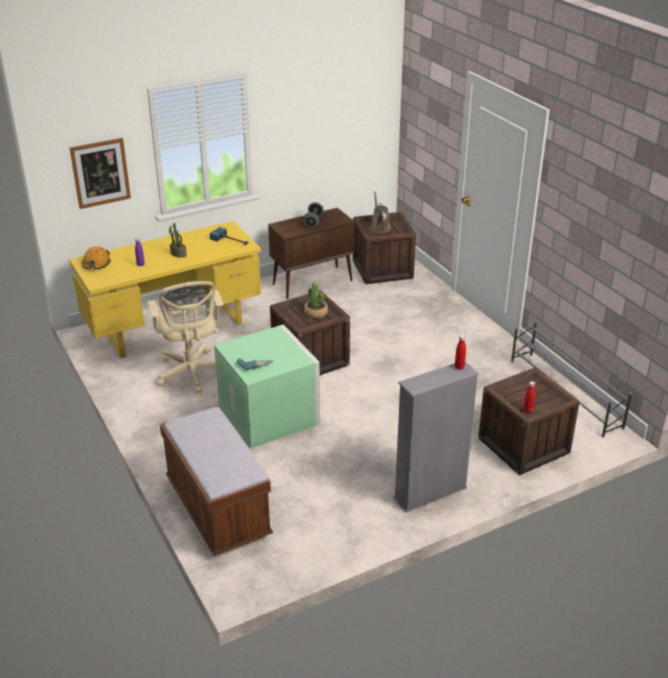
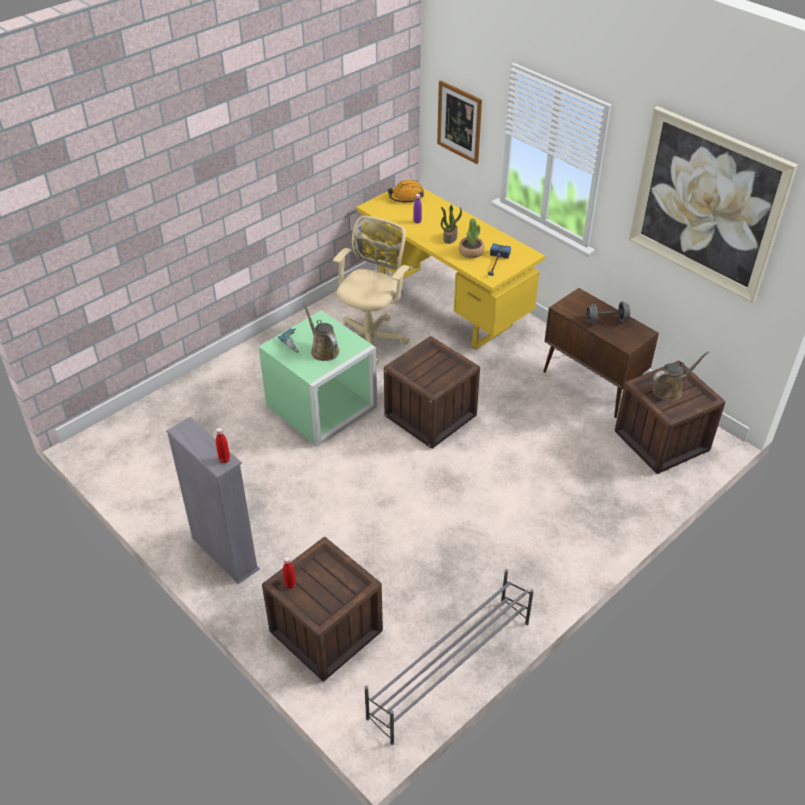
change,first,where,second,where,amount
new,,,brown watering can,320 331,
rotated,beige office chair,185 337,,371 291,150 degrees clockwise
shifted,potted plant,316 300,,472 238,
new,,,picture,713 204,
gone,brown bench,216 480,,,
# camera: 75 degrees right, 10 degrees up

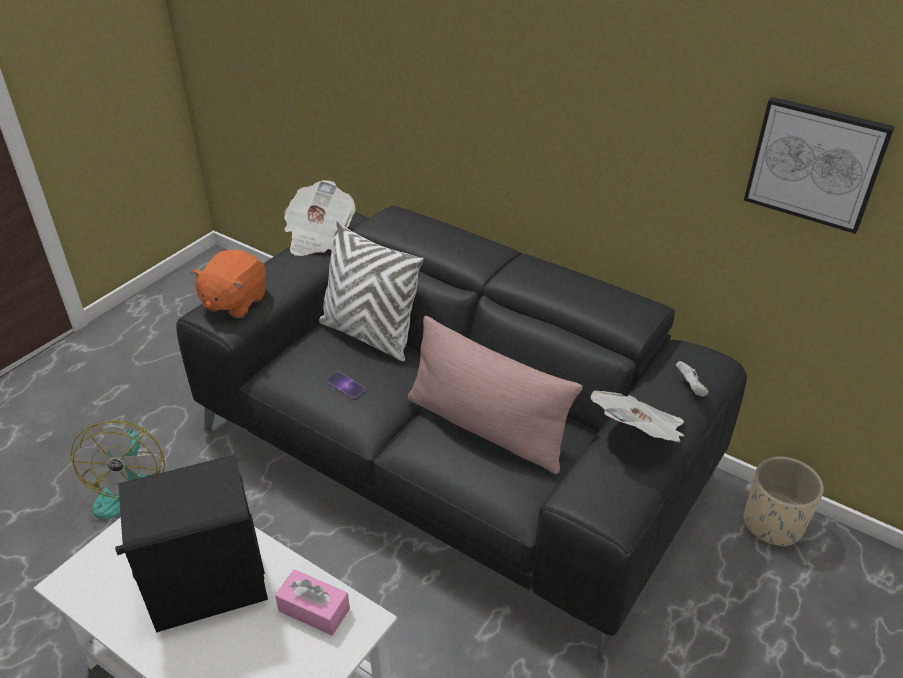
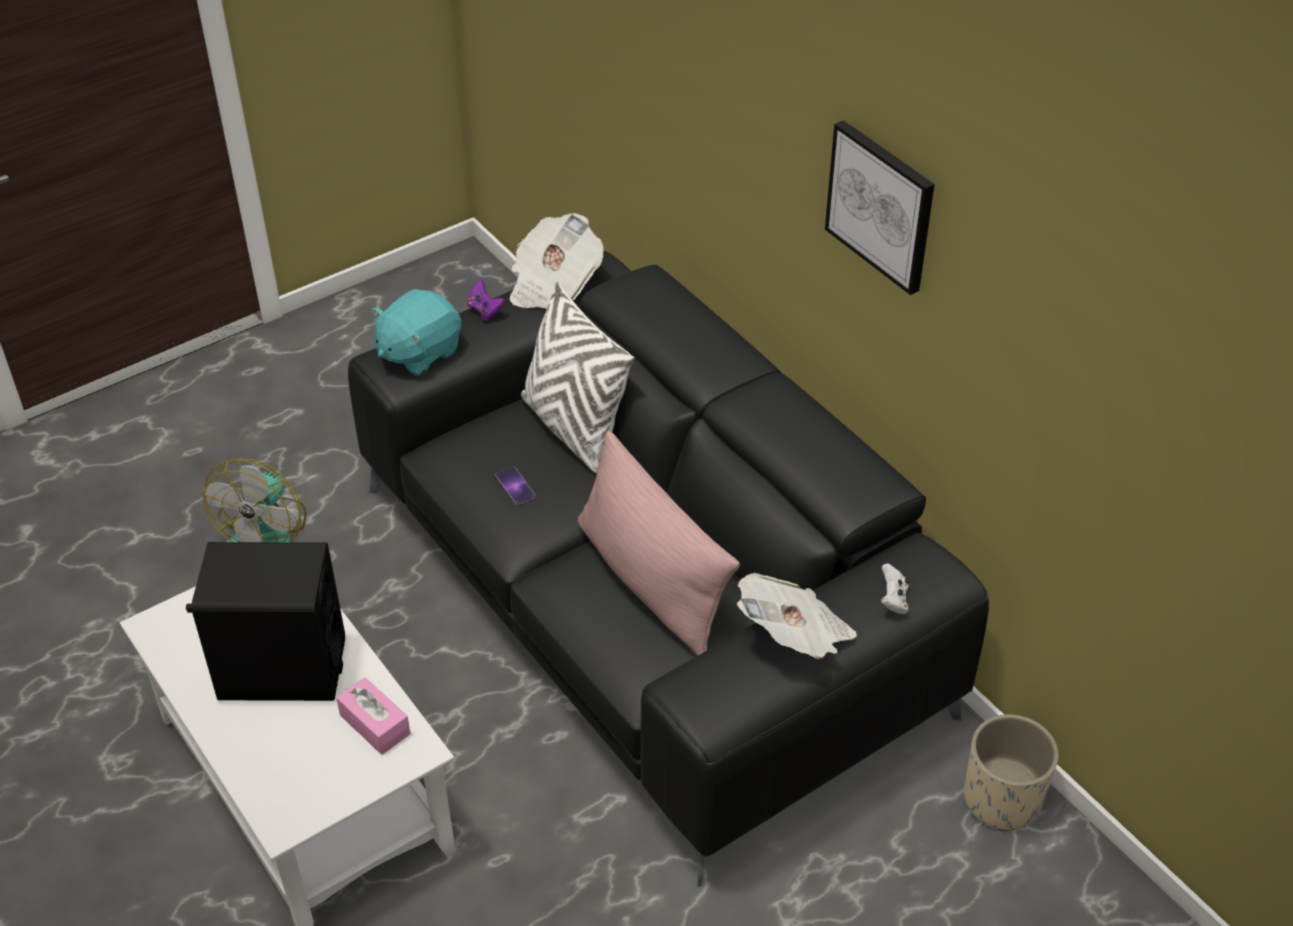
change,first,where,second,where,amount
repainted,orange plush toy,228 284,turquoise plush toy,417 332,
new,,,purple game controller,486 300,
shifted,picture,819 165,,880 207,
# camera: 20 degrees right, 5 degrees up

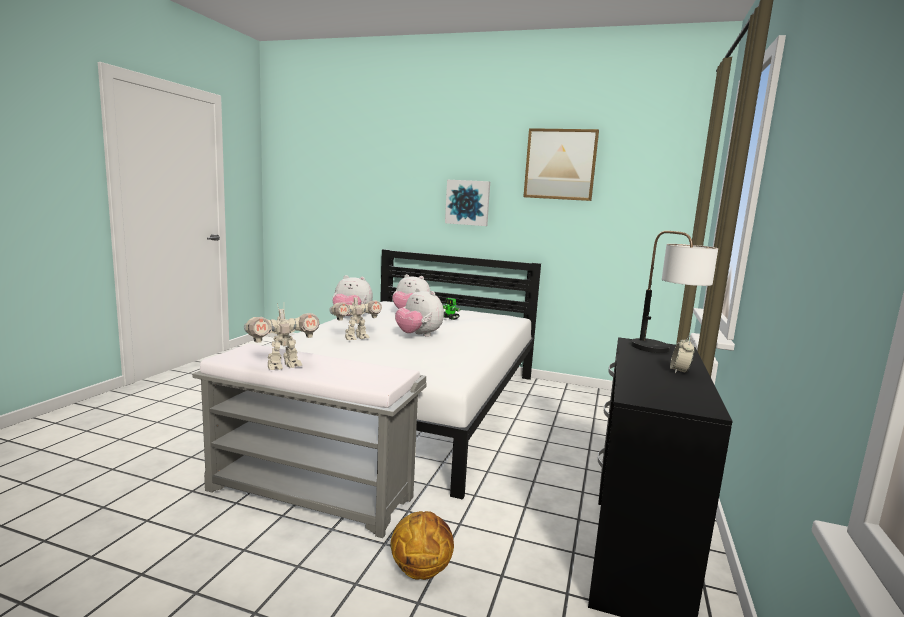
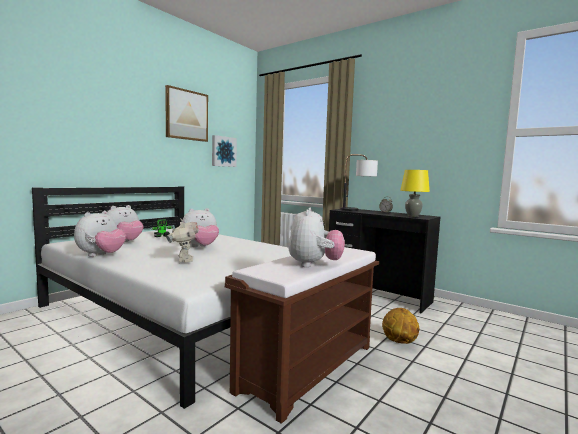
change,first,where,second,where,amount
shifted,picture,467 203,,224 151,
repainted,grey bench,309 441,brown bench,302 335,
swapped,toy robot,282 336,plush toy,316 237,
new,,,yellow table lamp,415 193,
# camera: 70 degrees left, 5 degrees down

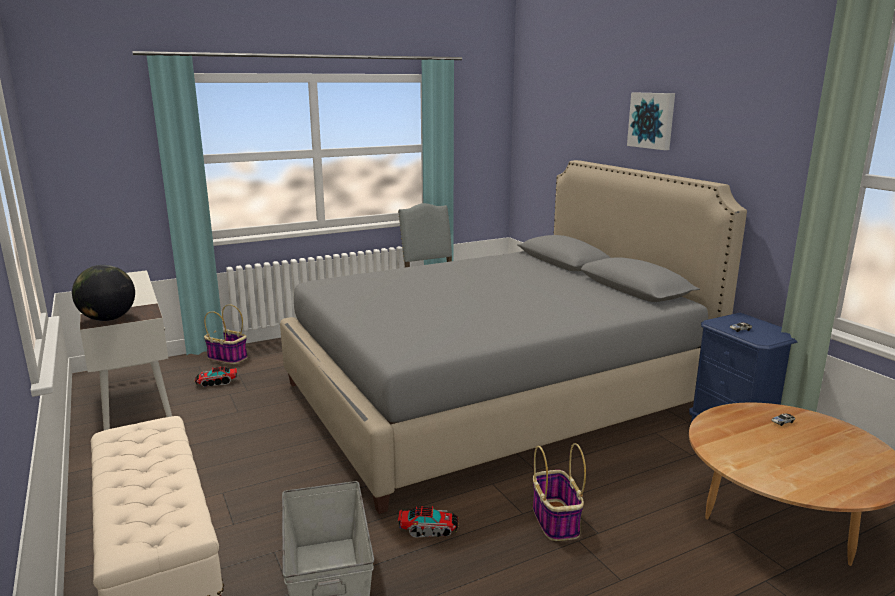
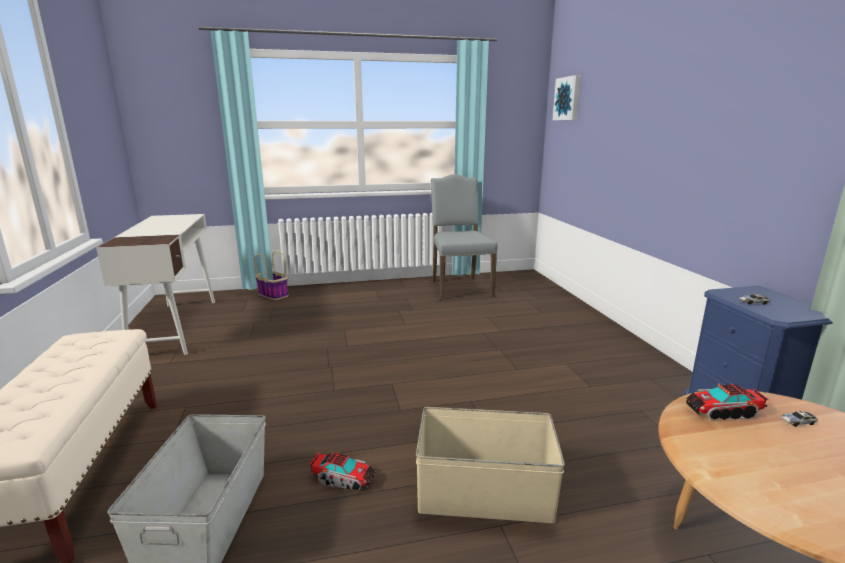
change,first,where,second,where,amount
swapped,basket,559 492,beige storage box,490 465,
shifted,picture,651 121,,567 97,
shifted,toy truck,215 377,,727 402,
gone,globe,103 293,,,
gone,grey bed,513 337,,,
# camera: 15 degrees right, 0 degrees up

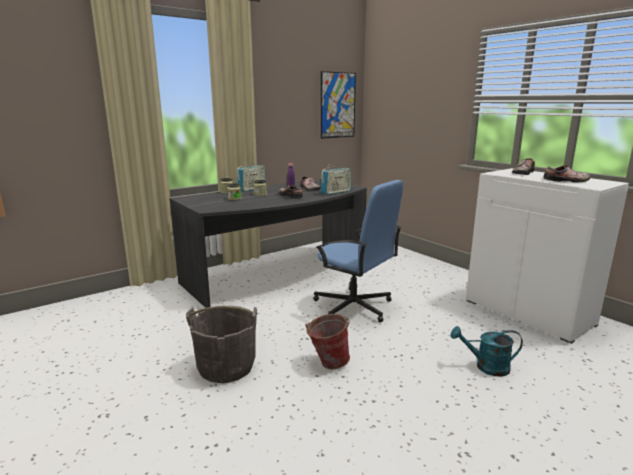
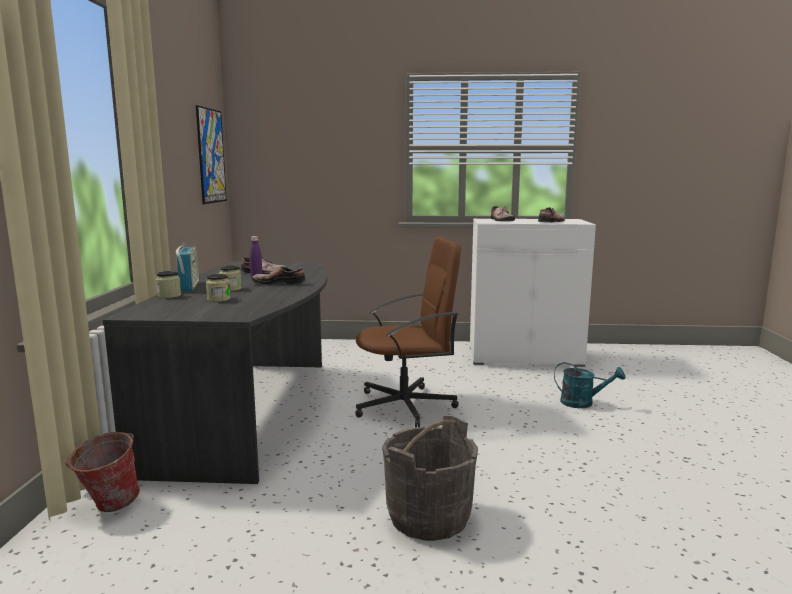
change,first,where,second,where,amount
shifted,bucket,327 341,,102 472,
repainted,blue office chair,358 251,brown office chair,408 332,
rotated,turquoise watering can,486 351,,590 385,120 degrees counterclockwise
gone,radio,336 180,,,
# camera: 50 degrees left, 5 degrees down

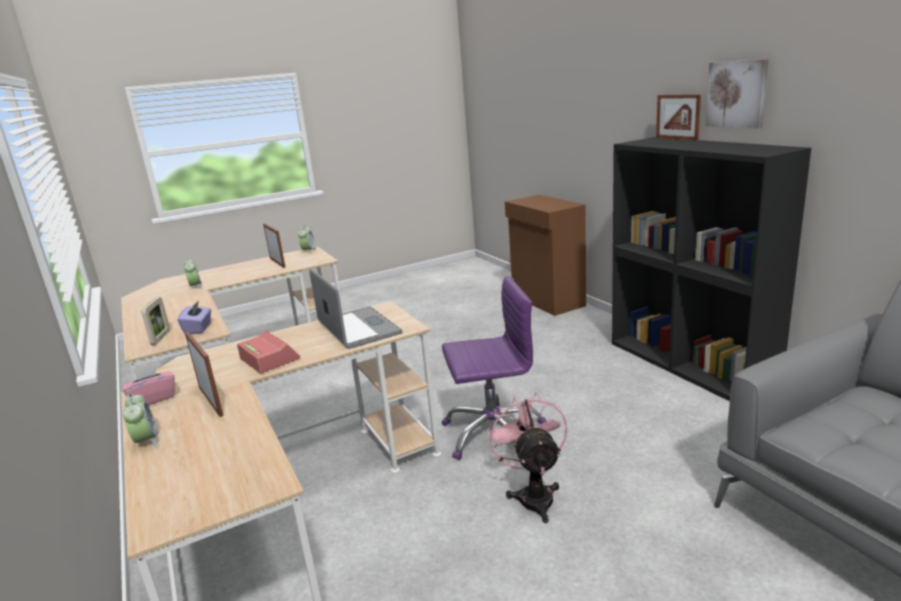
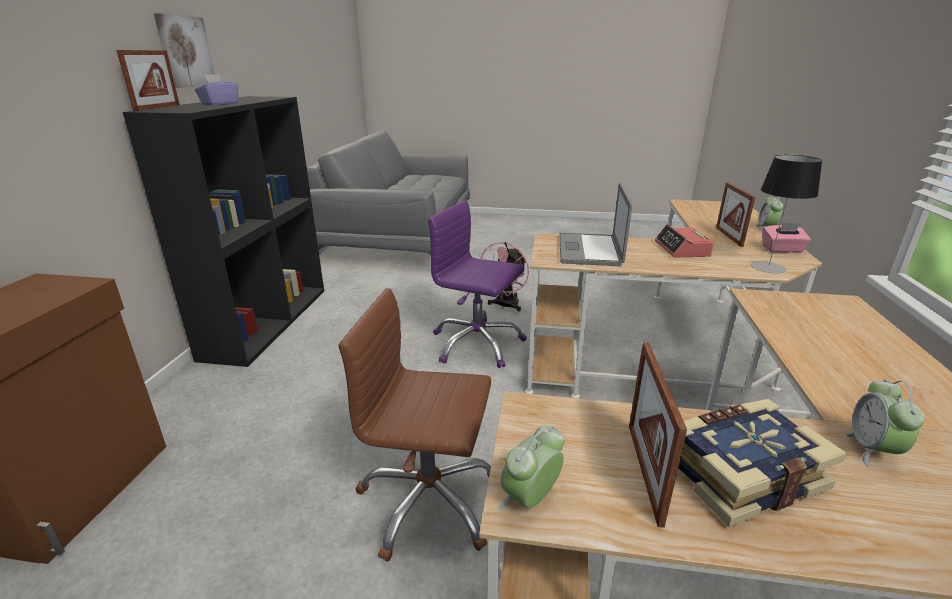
change,first,where,second,where,amount
shifted,purple tissue box,194 317,,216 89,
new,,,brown office chair,415 425,
new,,,book,762 463,
new,,,table lamp,786 214,
gone,picture frame,155 321,,,
# camera: 145 degrees left, 5 degrees up

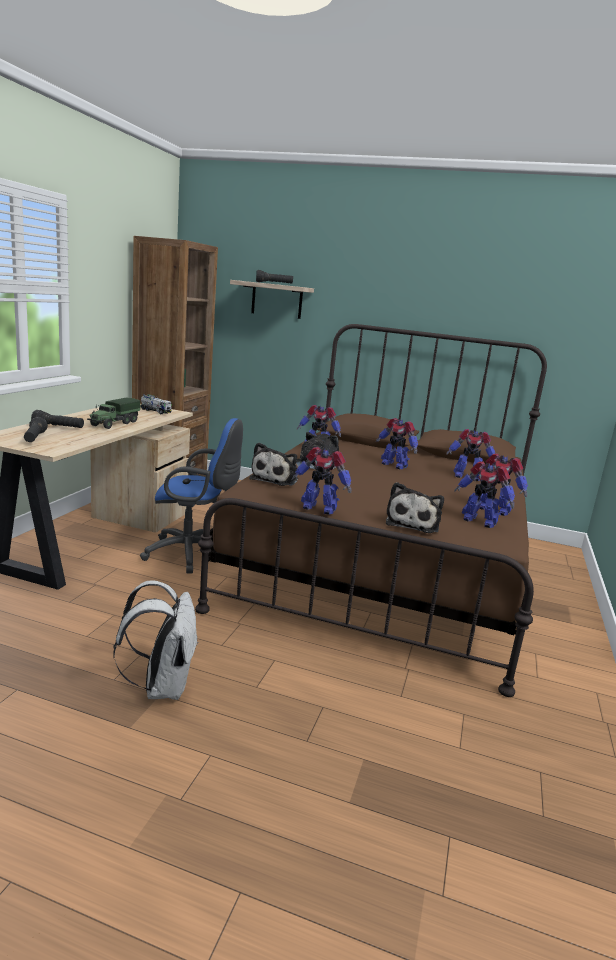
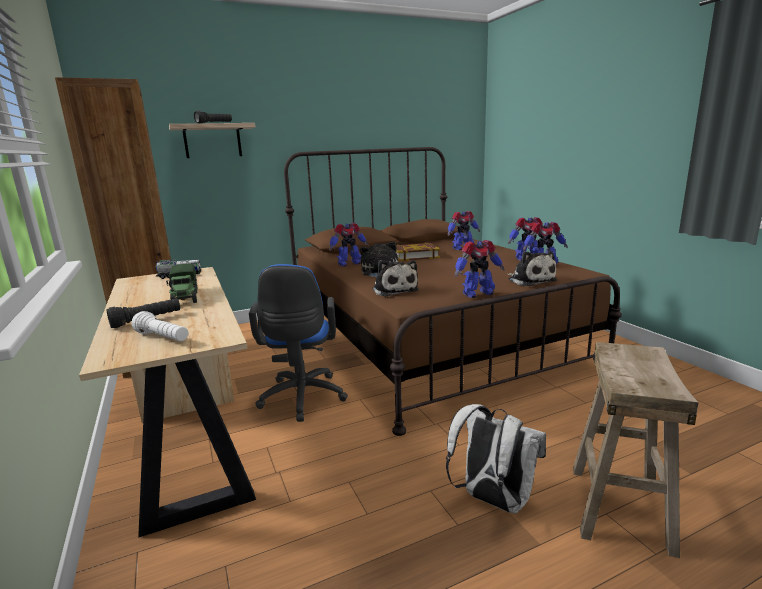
change,first,where,second,where,amount
repainted,black flashlight,36 429,white flashlight,160 326,
rotated,blue office chair,191 495,,298 343,120 degrees clockwise
swapped,toy robot,397 443,book,418 252,
new,,,beige stool,636 450,
# camera: 40 degrees left, 0 degrees up

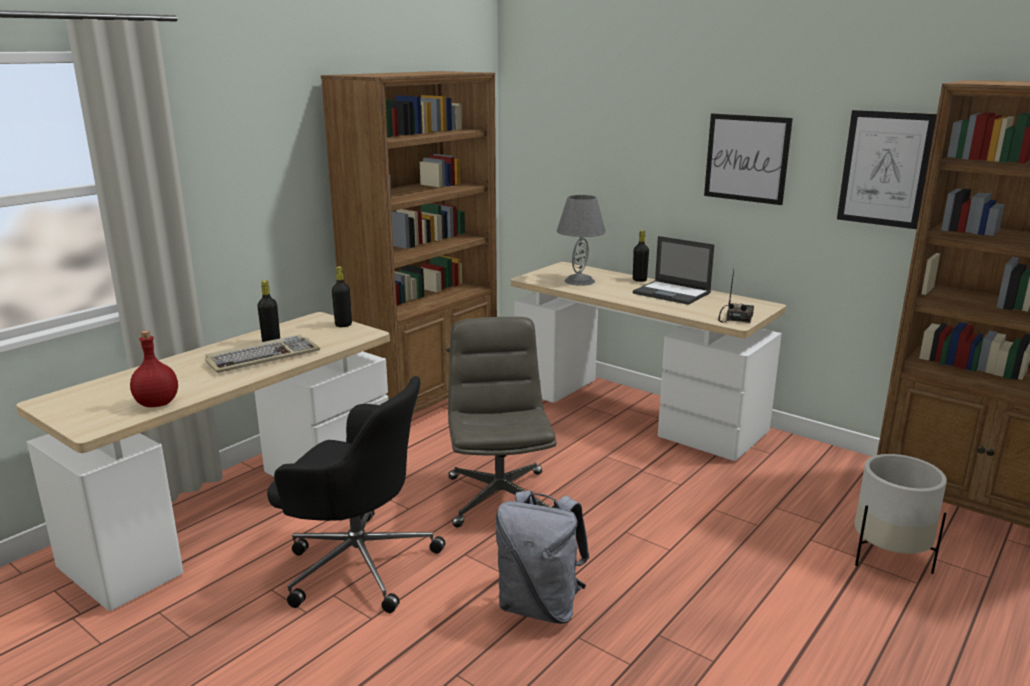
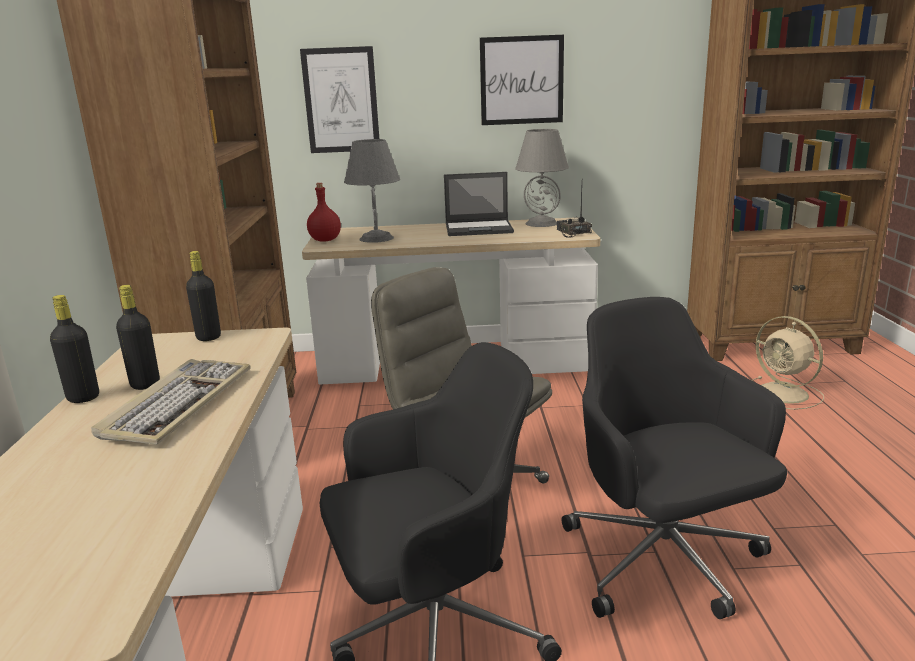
change,first,where,second,where,amount
shifted,black bottle,641 256,,74 349,
shifted,picture,887 169,,339 99,
shifted,red bottle,154 369,,324 212,
new,,,grey table lamp,542 178,
swapped,grey backpack,542 557,black office chair,674 458,
swapped,white planter,901 514,beige fan,788 363,
# camera: 40 degrees left, 0 degrees up

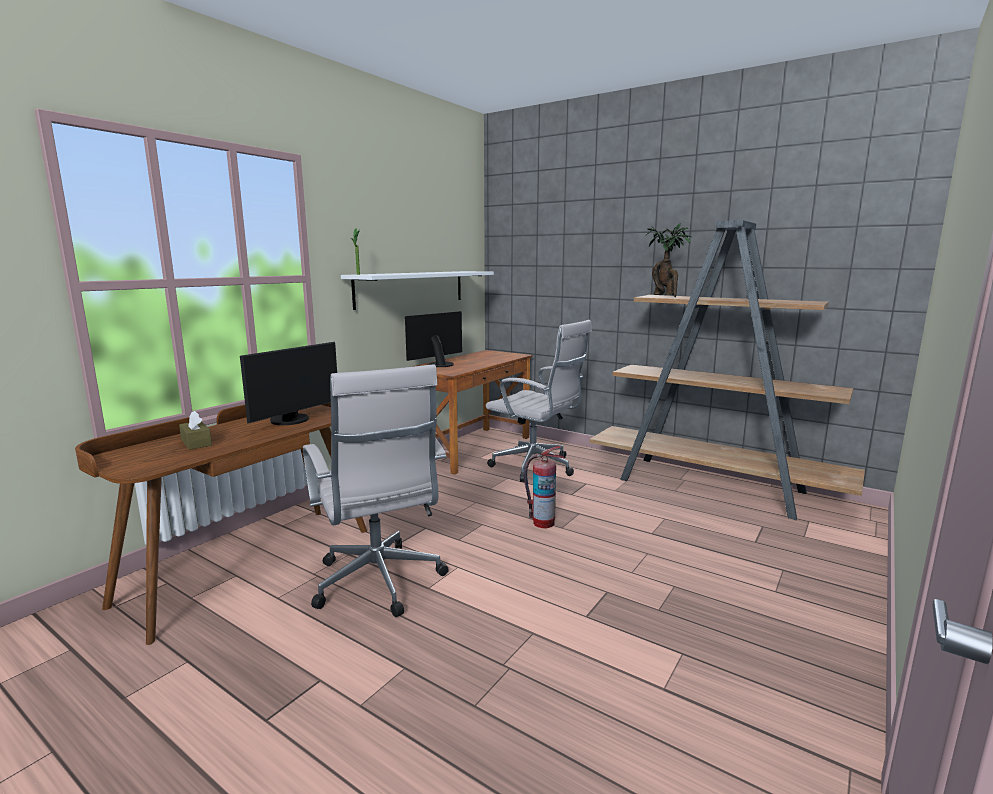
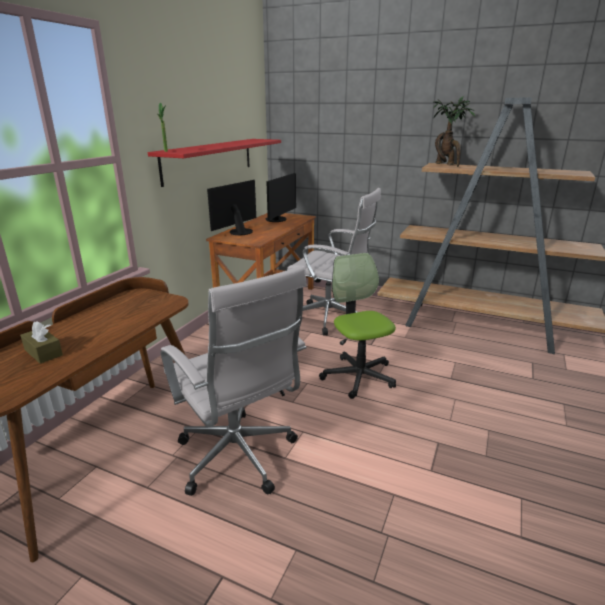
change,first,where,second,where,amount
repainted,white shelf,417 290,red shelf,214 163,
shifted,monitor,288 383,,280 197,
swapped,fire extinguisher,544 487,office chair,357 326,
# camera: 10 degrees left, 10 degrees up

